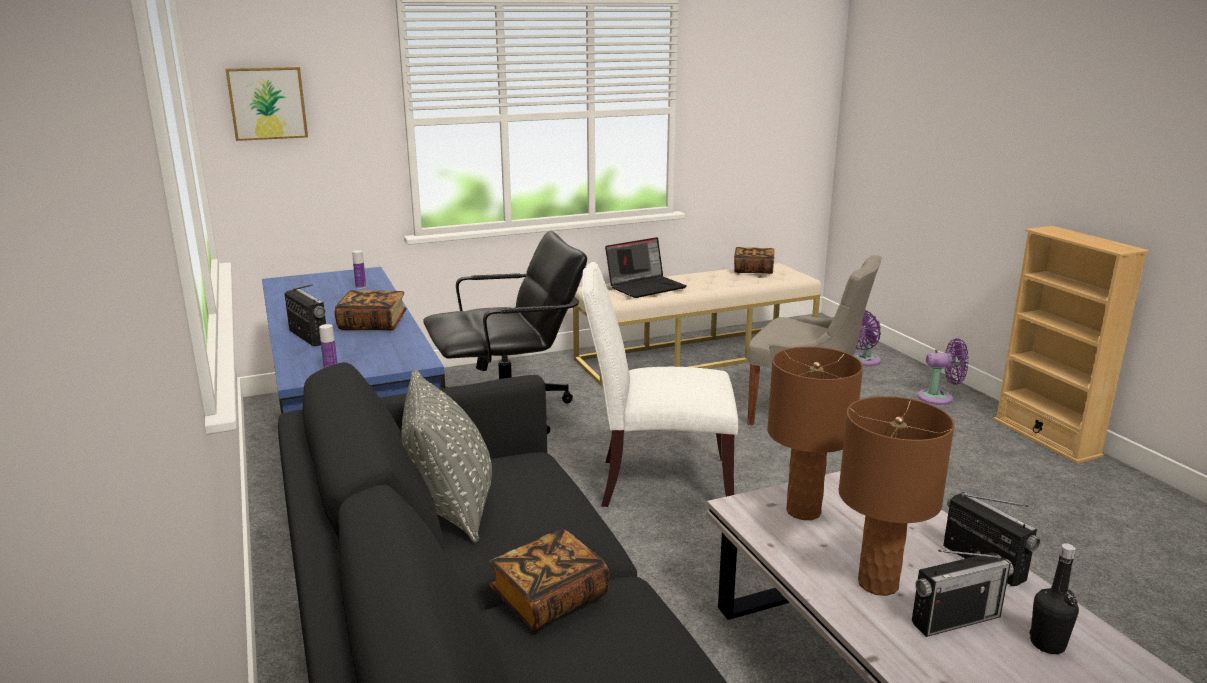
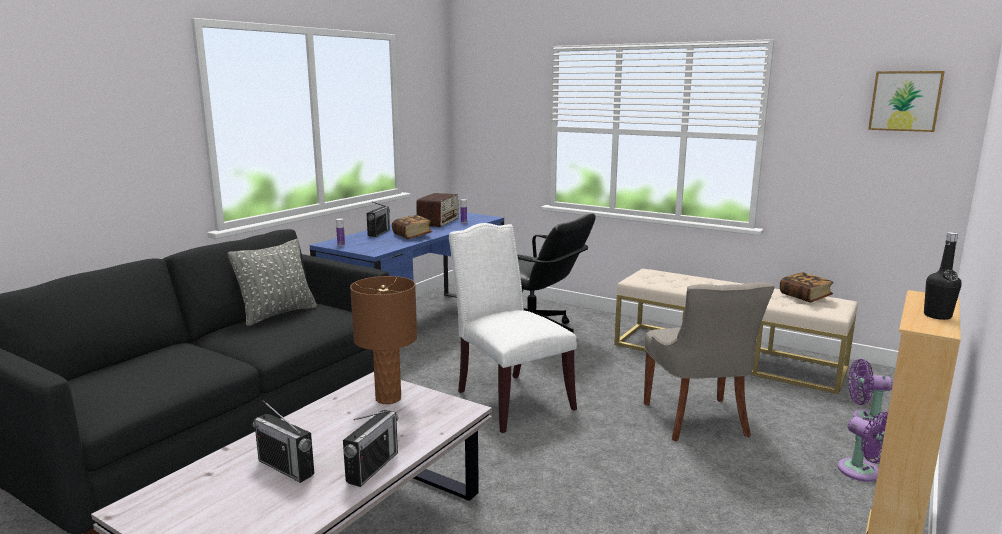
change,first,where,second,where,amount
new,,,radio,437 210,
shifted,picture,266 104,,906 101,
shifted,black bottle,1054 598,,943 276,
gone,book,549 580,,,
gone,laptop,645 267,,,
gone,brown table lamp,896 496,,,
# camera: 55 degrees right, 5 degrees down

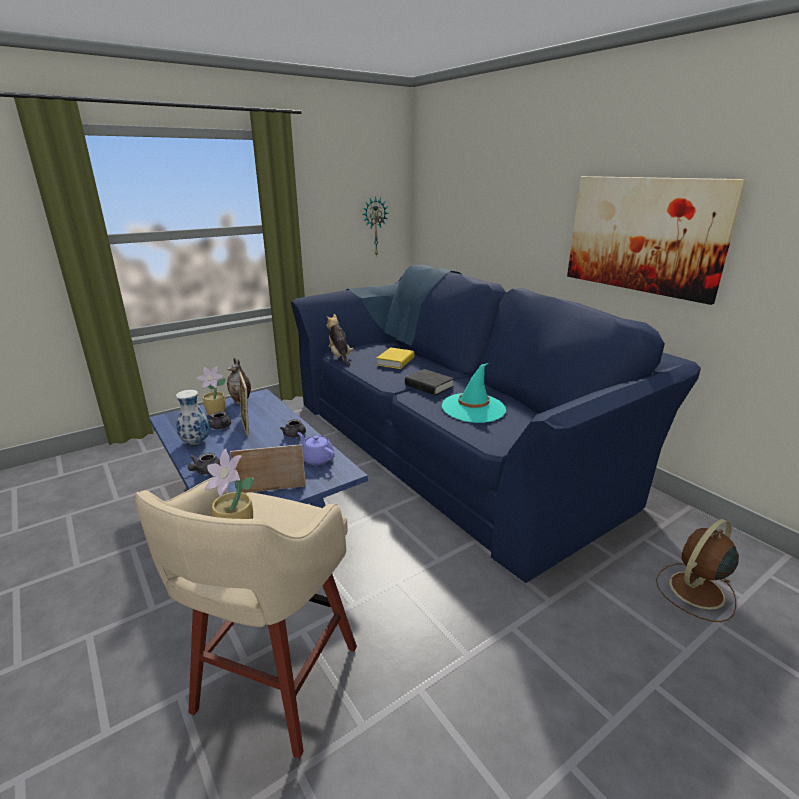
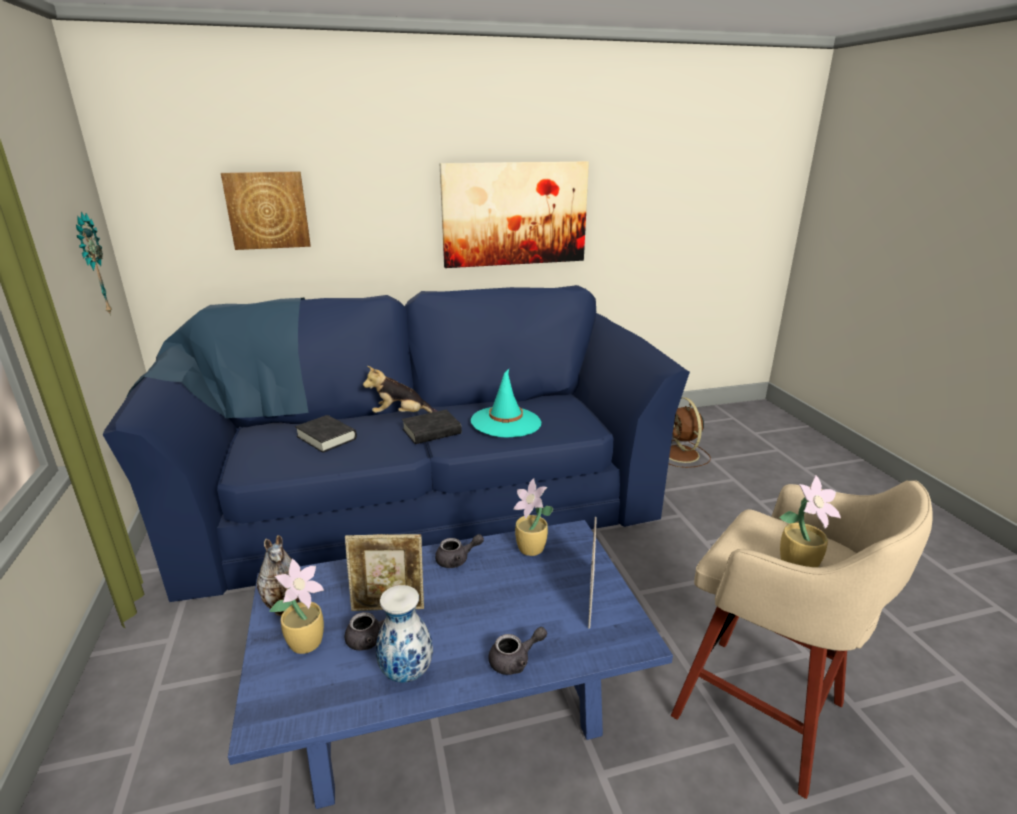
change,first,where,second,where,amount
new,,,picture,266 210,
repainted,yellow book,396 358,black book,326 434,
shifted,plush toy,340 340,,400 389,
rotated,grey teapot,204 464,,518 651,60 degrees counterclockwise
swapped,purple teapot,316 448,potted plant,533 517,
# camera: 70 degrees left, 0 degrees up

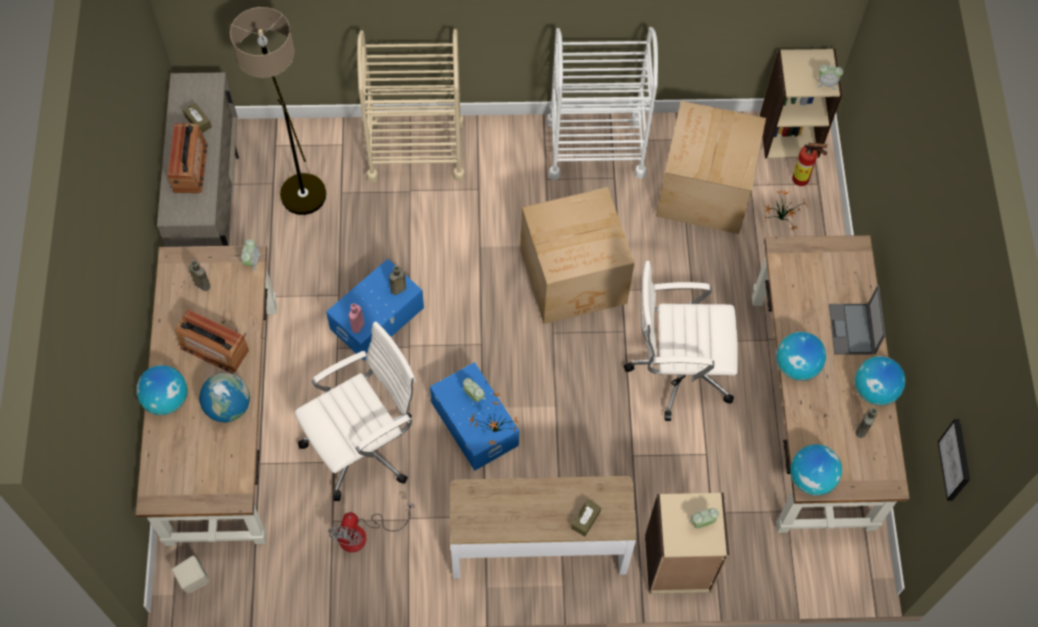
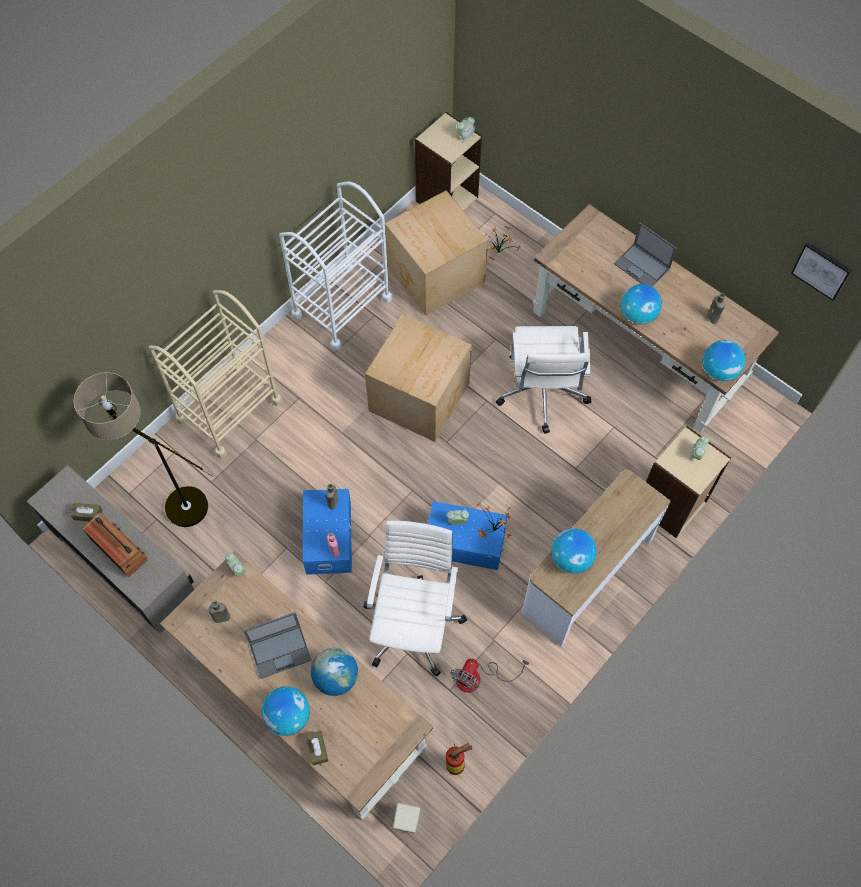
change,first,where,second,where,amount
swapped,radio,212 342,laptop,277 645,
shifted,brown tissue box,586 517,,317 748,
shifted,fire extinguisher,809 163,,459 759,
rotated,fan,371 527,,489 675,60 degrees clockwise
rotated,white office chair,680 341,,543 380,45 degrees counterclockwise
shifted,globe,879 381,,574 551,
# camera: 45 degrees left, 0 degrees up

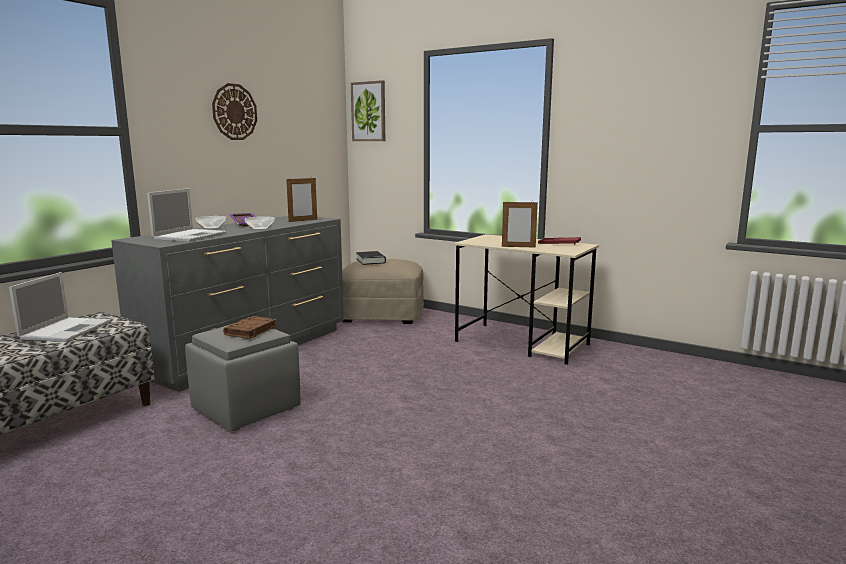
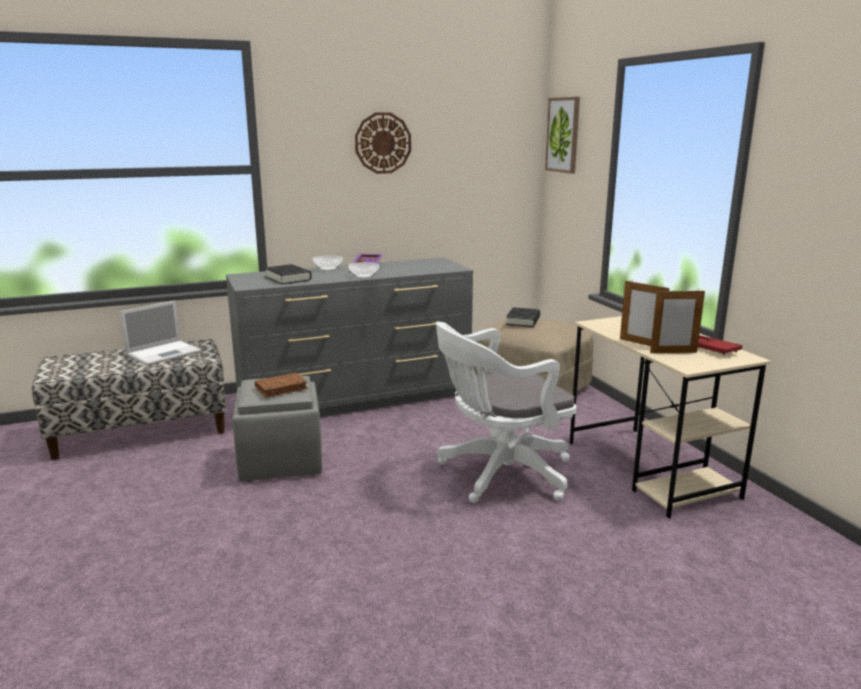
change,first,where,second,where,amount
swapped,laptop,187 215,black book,288 274,
new,,,white office chair,506 412,
shifted,picture frame,301 199,,677 321,
# camera: 35 degrees right, 5 degrees up

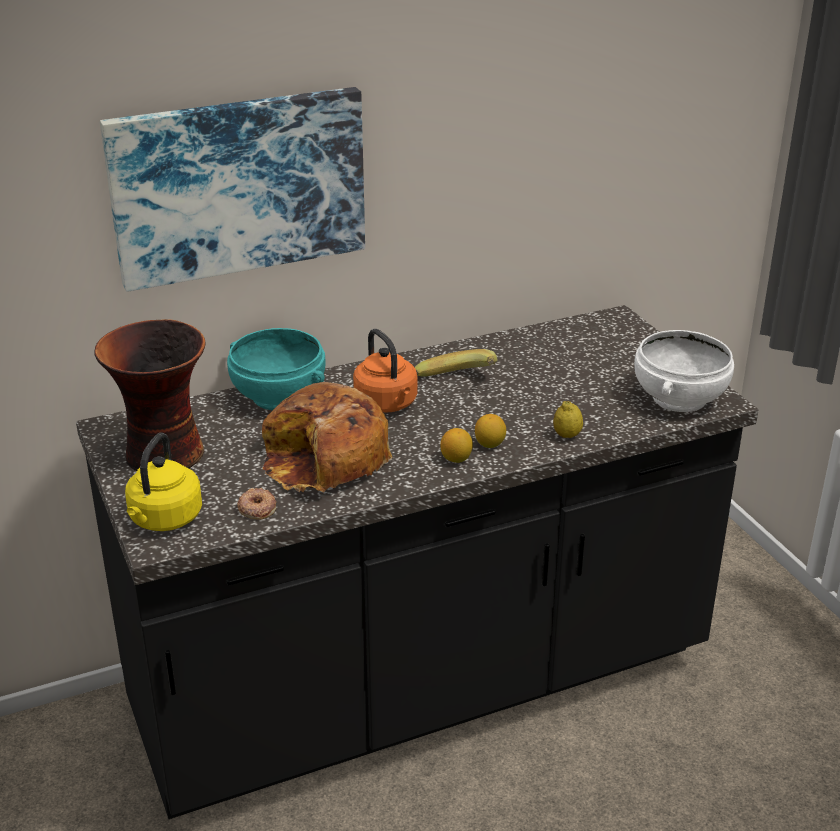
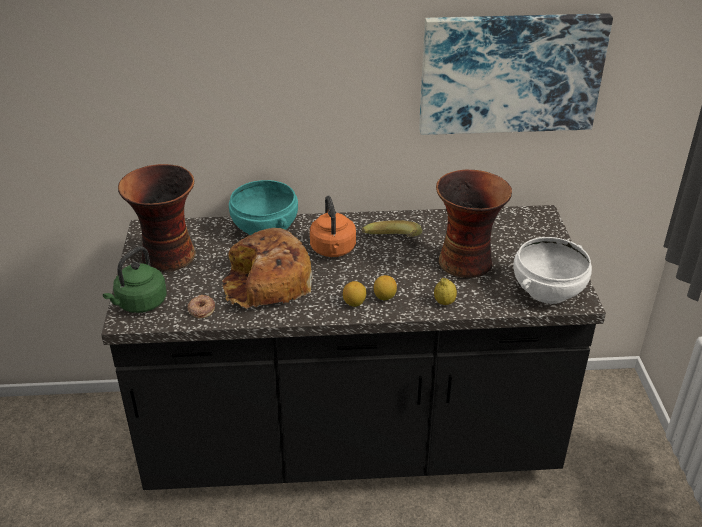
change,first,where,second,where,amount
repainted,yellow kettle,163 482,green kettle,135 279,
shifted,picture,232 189,,516 74,
new,,,vase,474 224,
# camera: 20 degrees right, 5 degrees up

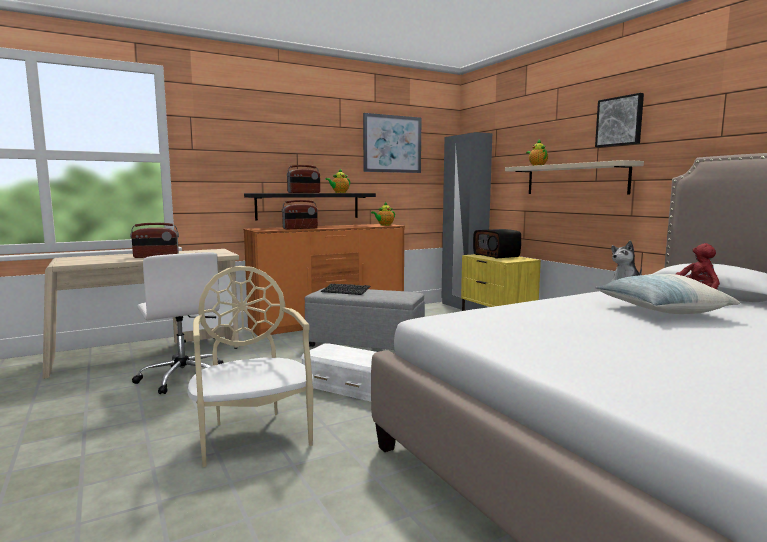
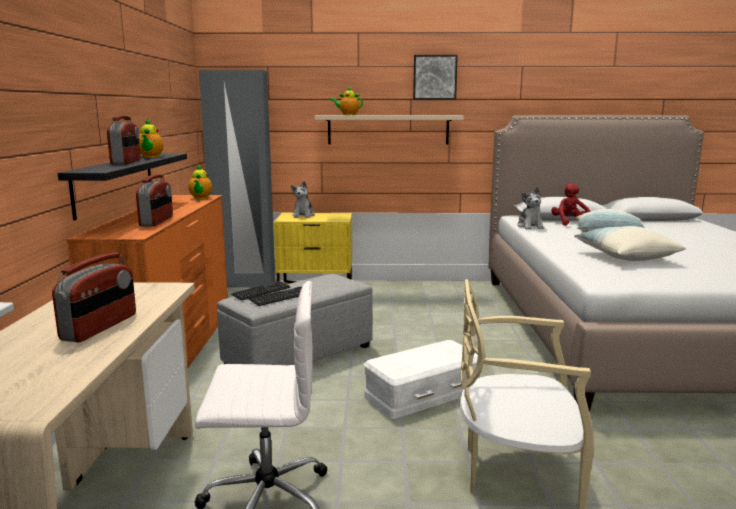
change,first,where,second,where,amount
swapped,radio,497 244,plush toy,303 199,
new,,,pillow,630 243,
gone,picture,392 143,,,
# camera: 60 degrees left, 5 degrees up

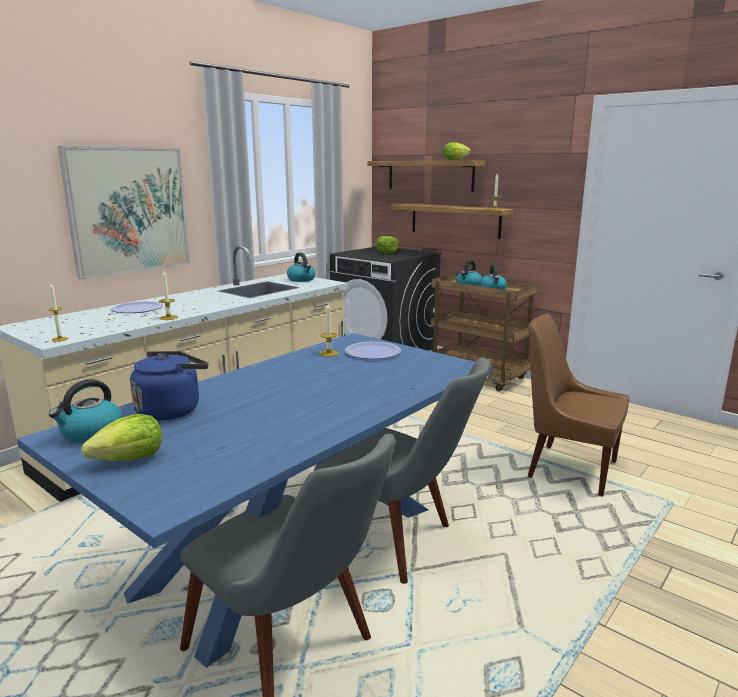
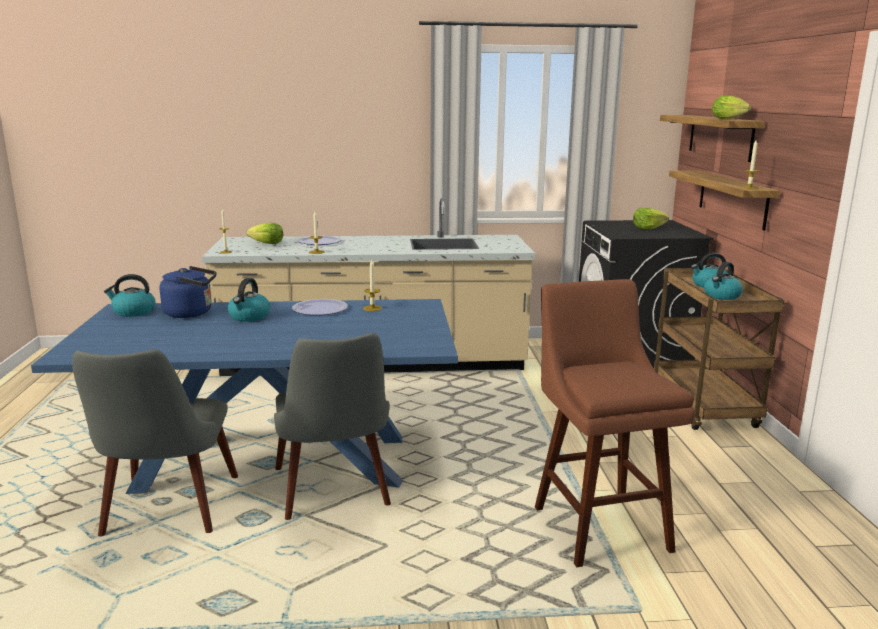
change,first,where,second,where,amount
shifted,kettle,301 267,,249 300,
shifted,lettuce,122 437,,265 233,
shifted,plate,373 350,,320 307,
swapped,brown chair,578 405,brown stool,615 423,
gone,picture,124 213,,,
# camera: 45 degrees right, 0 degrees up

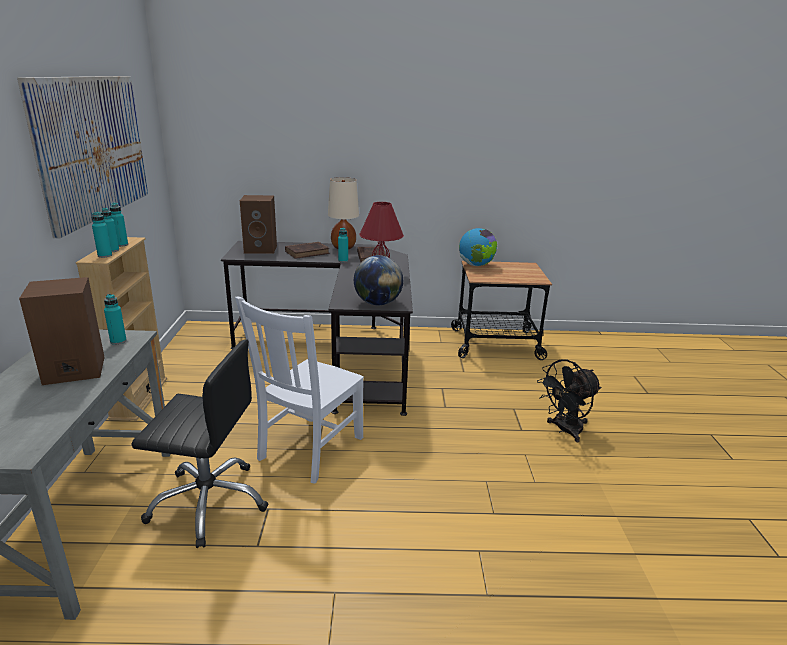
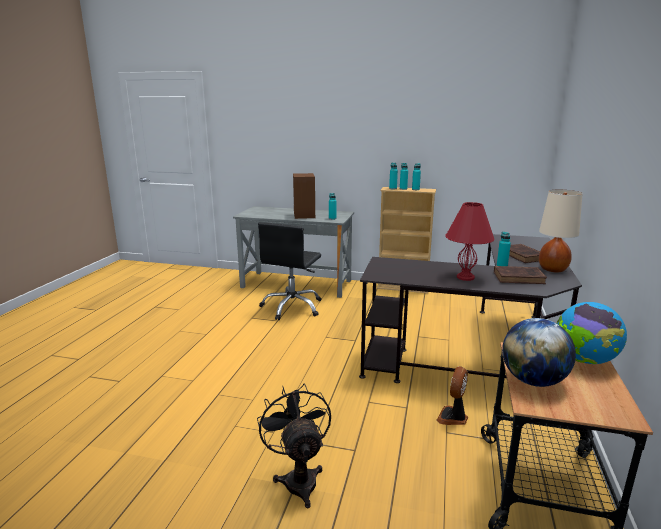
change,first,where,second,where,amount
new,,,fan,452 395,
shifted,globe,378 280,,539 352,
gone,picture,82 157,,,
gone,white chair,299 390,,,
gone,brown speaker,258 224,,,
# camera: 105 degrees right, 5 degrees down

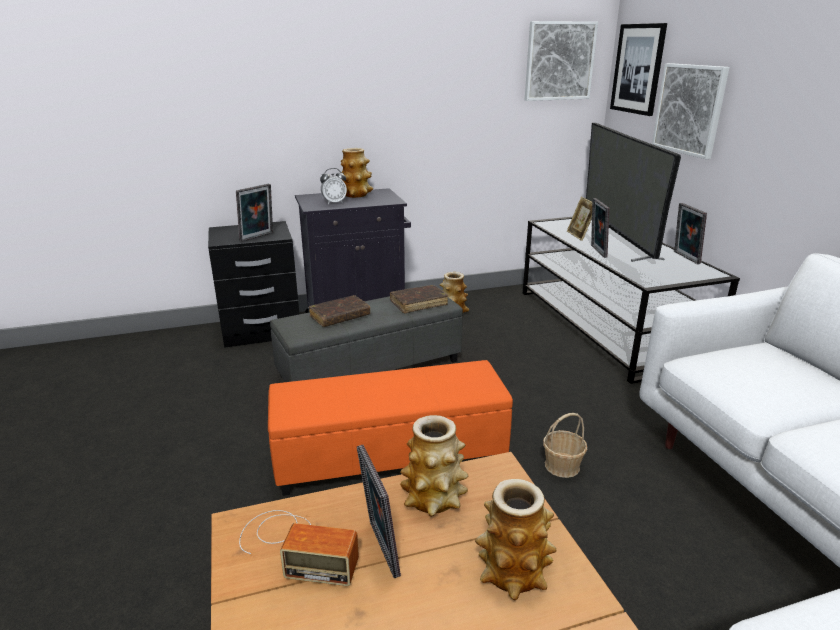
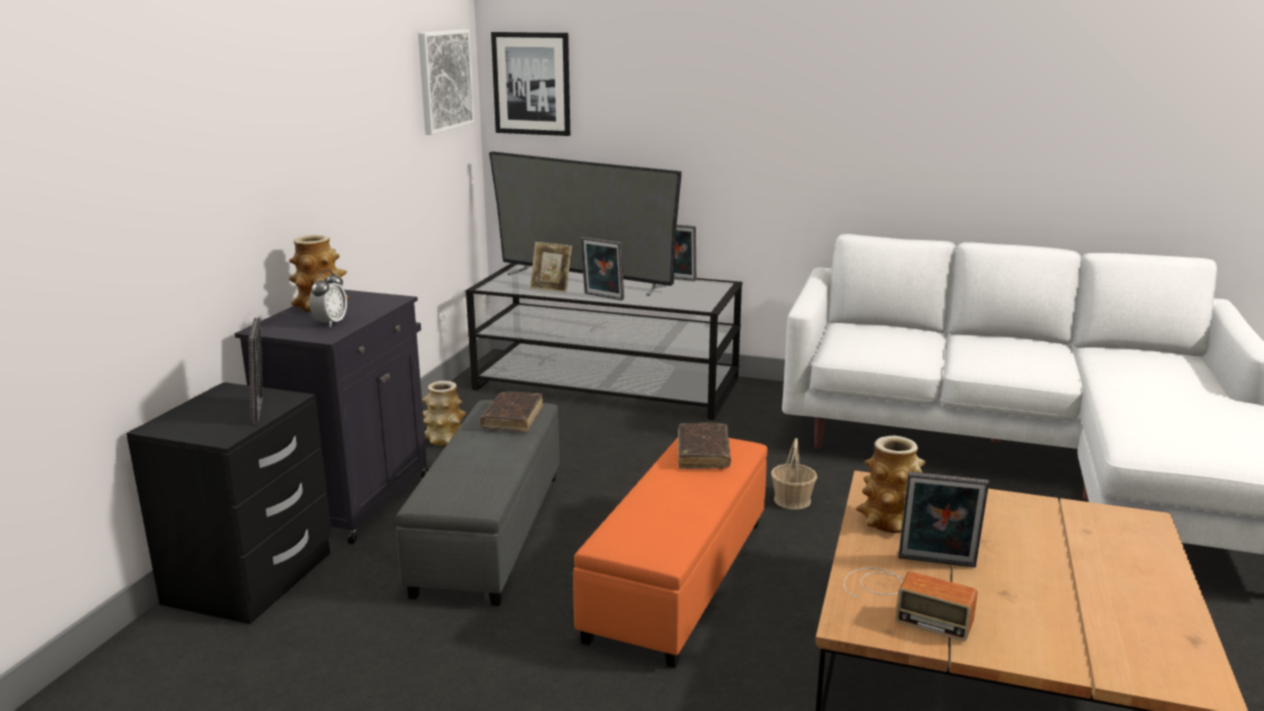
change,first,where,second,where,amount
shifted,brown book,339 311,,704 446,
rotated,radio,299 548,,911 604,75 degrees clockwise
gone,vase,515 539,,,
gone,picture,691 111,,,
# camera: 55 degrees left, 5 degrees down

